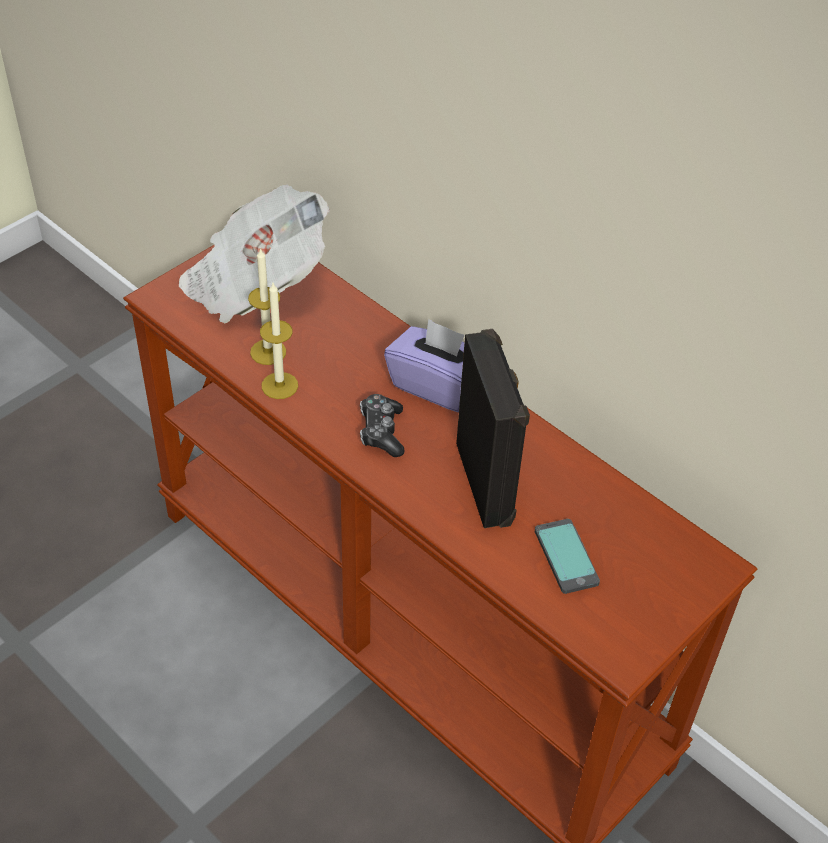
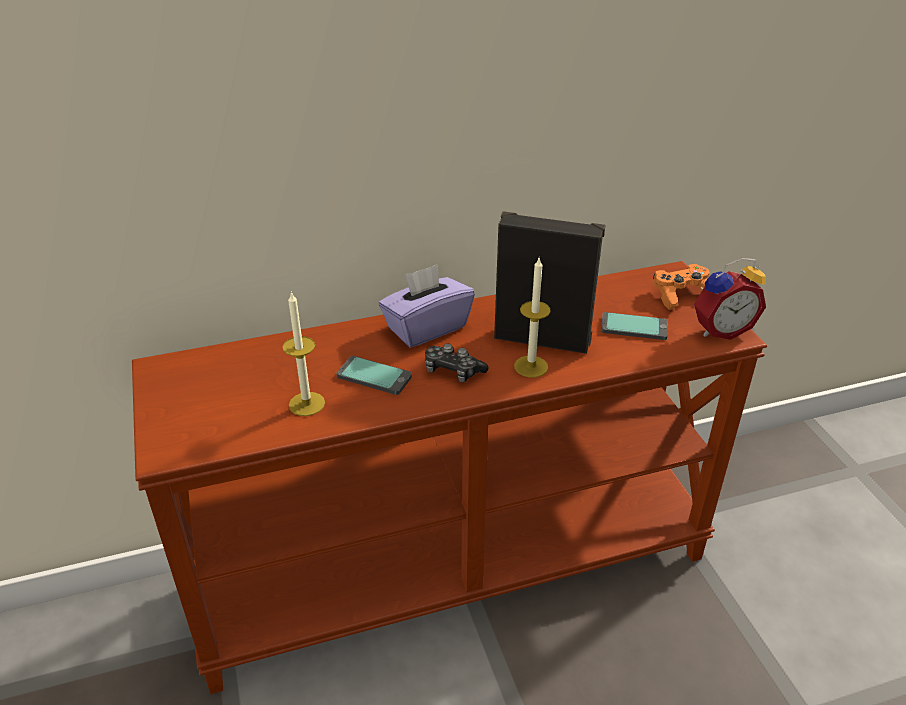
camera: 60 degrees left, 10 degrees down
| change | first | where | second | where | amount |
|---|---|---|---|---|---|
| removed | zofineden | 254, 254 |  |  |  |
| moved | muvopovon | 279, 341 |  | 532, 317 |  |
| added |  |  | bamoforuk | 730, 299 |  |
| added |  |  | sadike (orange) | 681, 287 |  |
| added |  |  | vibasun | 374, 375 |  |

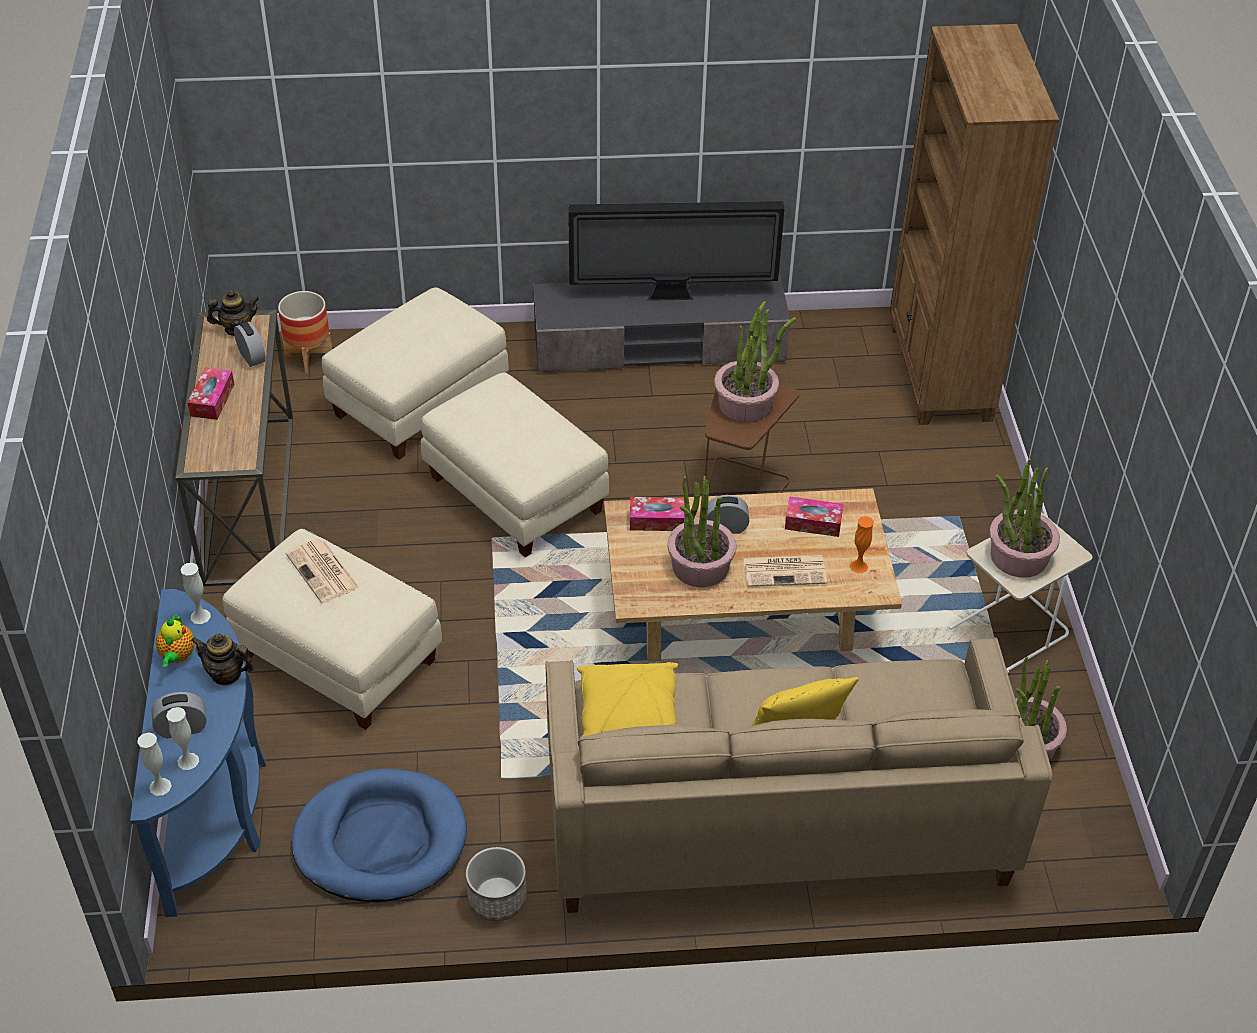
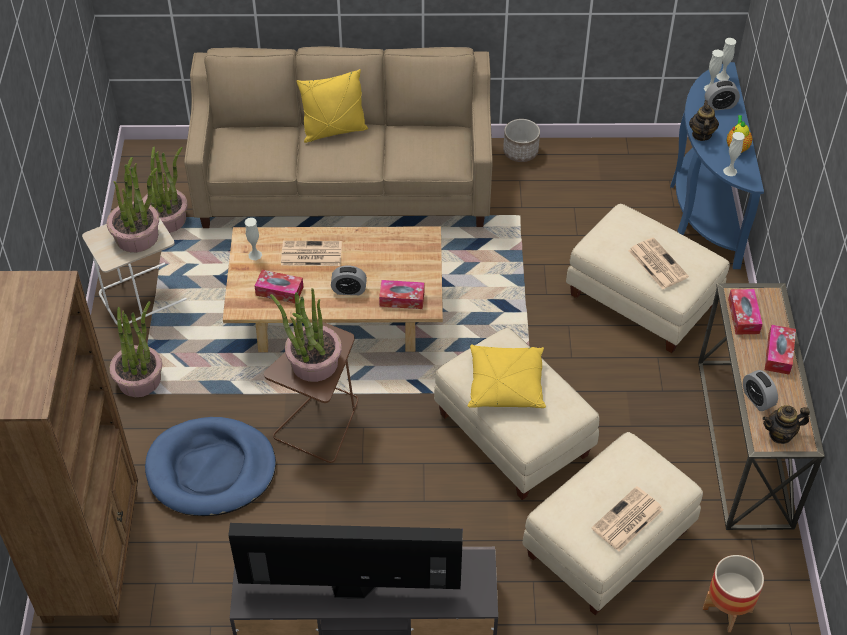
camera: 175 degrees left, 5 degrees up
| change | first | where | second | where | amount |
|---|---|---|---|---|---|
| moved | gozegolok | 701, 531 |  | 136, 349 |  |
| recoloured | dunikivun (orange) | 862, 544 | dunikivun (white) | 253, 239 |  |
| turned | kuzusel | 222, 660 |  | 704, 120 | 105 degrees counterclockwise |
| moved | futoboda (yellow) | 627, 699 |  | 507, 376 |  |
| moved | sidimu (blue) | 379, 835 |  | 210, 466 |  |
| added |  |  | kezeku | 745, 311 |  |
| added |  |  | zofineden | 627, 519 |  |

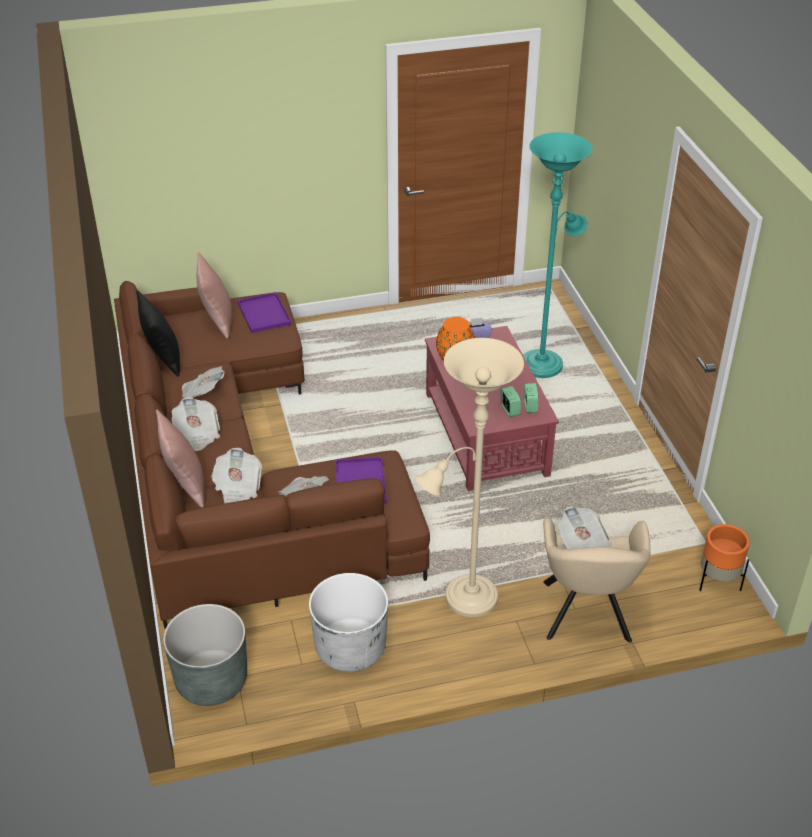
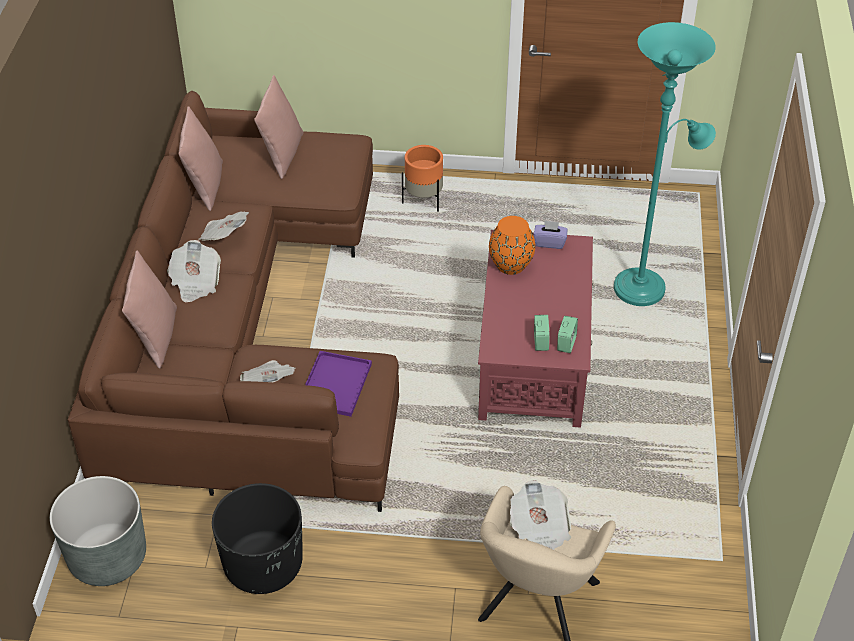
camera: 20 degrees right, 5 degrees up
| change | first | where | second | where | amount |
|---|---|---|---|---|---|
| recoloured | futoboda (black) | 158, 333 | futoboda (pink) | 201, 158 |  |
| removed | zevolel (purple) | 264, 312 |  |  |  |
| removed | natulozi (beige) | 469, 477 |  |  |  |
| removed | zofineden | 236, 475 |  |  |  |
| moved | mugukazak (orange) | 724, 557 |  | 422, 178 |  |
| recoloured | mugukazak (white) | 348, 622 | mugukazak (black) | 257, 538 |  |

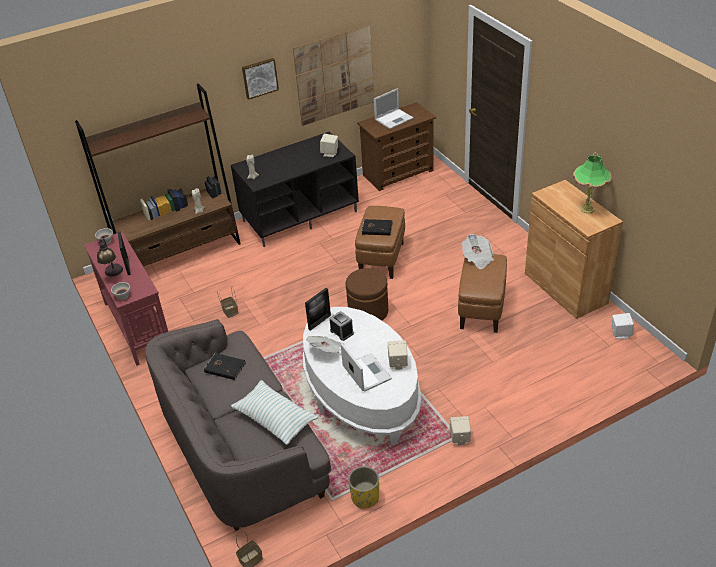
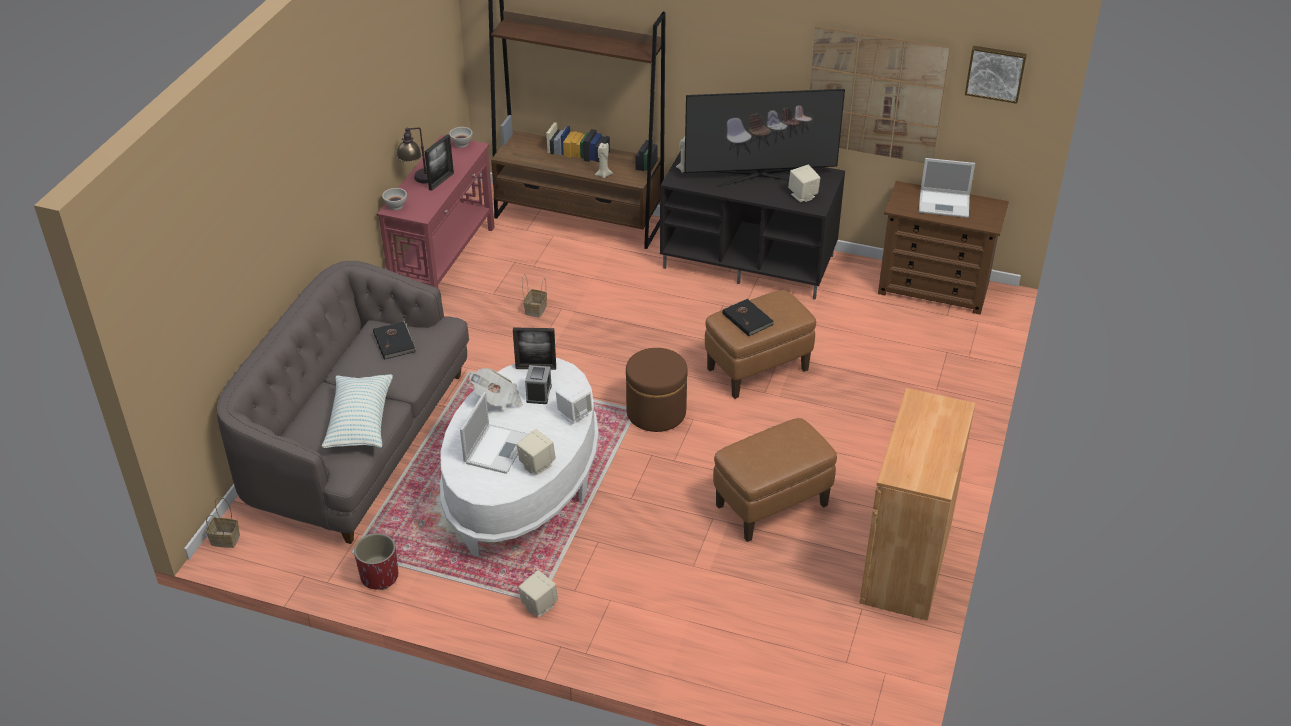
camera: 45 degrees right, 0 degrees up
| change | first | where | second | where | amount |
|---|---|---|---|---|---|
| moved | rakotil | 260, 79 |  | 996, 75 |  |
| removed | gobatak | 592, 183 |  |  |  |
| removed | zofineden | 478, 251 |  |  |  |
| moved | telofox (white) | 623, 326 |  | 574, 402 |  |
| recoloured | mugukazak (yellow) | 363, 487 | mugukazak (red) | 376, 561 |  |
| added |  |  | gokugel | 764, 138 |  |

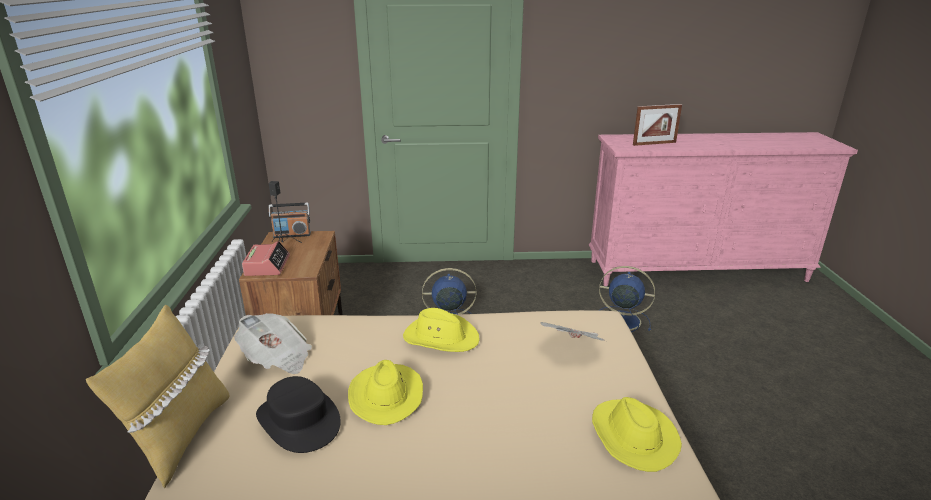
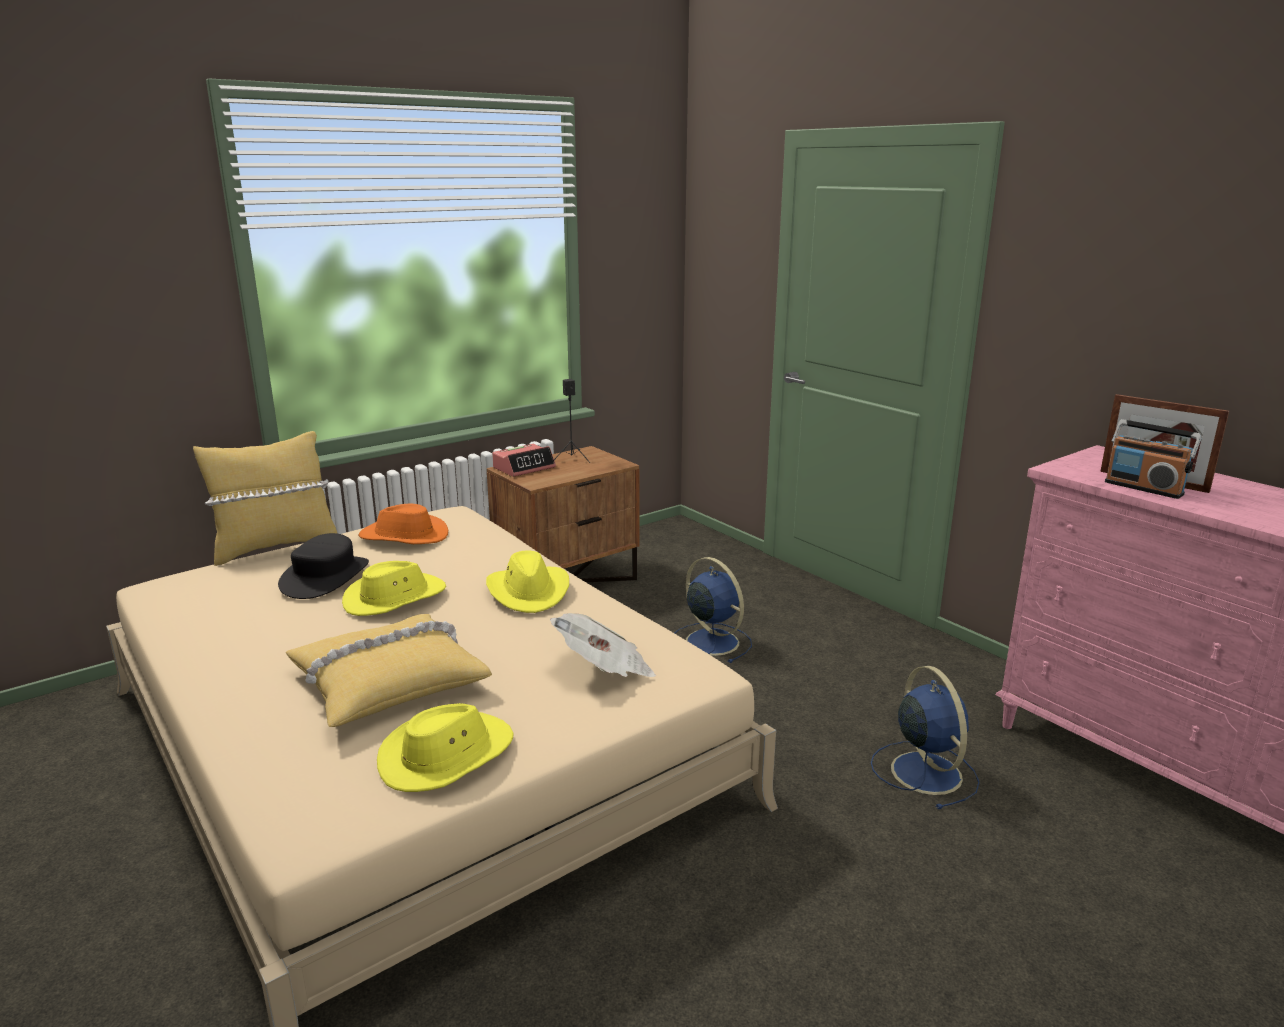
camera: 55 degrees right, 5 degrees down
| change | first | where | second | where | amount |
|---|---|---|---|---|---|
| moved | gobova | 290, 220 |  | 1153, 459 |  |
| replaced | zofineden | 273, 343 | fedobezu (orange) | 403, 524 |  |
| added |  |  | futoboda (yellow) | 389, 670 |  |

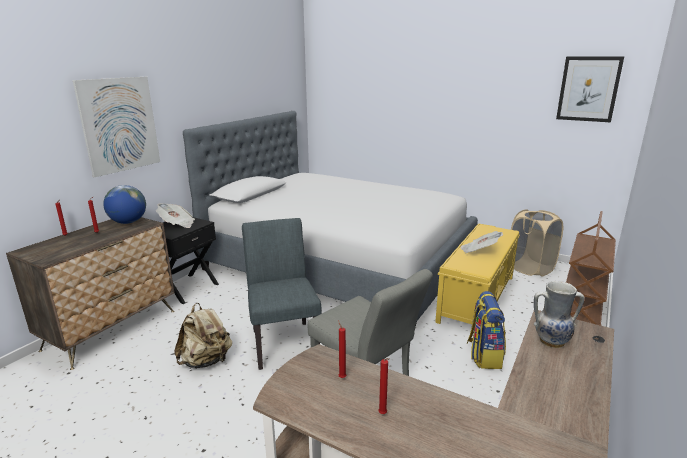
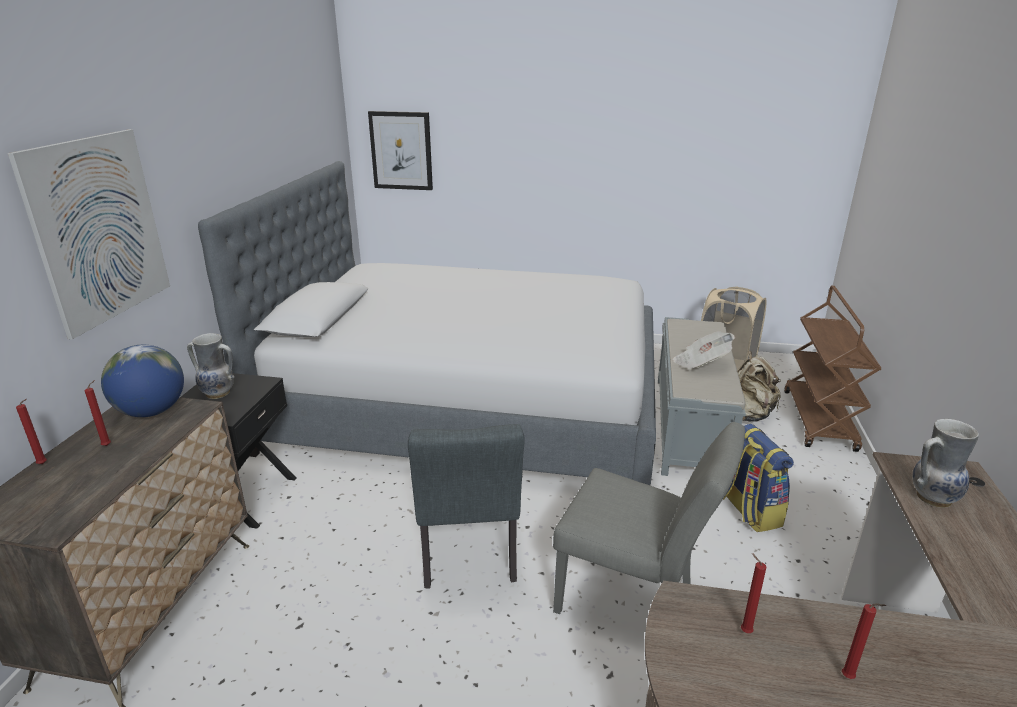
camera: 20 degrees left, 5 degrees up
| change | first | where | second | where | amount |
|---|---|---|---|---|---|
| moved | rakotil | 590, 89 |  | 400, 150 |  |
| replaced | zofineden | 175, 215 | dunikivun | 210, 366 |  |
| turned | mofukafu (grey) | 282, 294 |  | 466, 506 | 150 degrees counterclockwise |
| recoloured | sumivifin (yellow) | 477, 273 | sumivifin (grey) | 702, 396 |  |
| moved | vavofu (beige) | 203, 335 |  | 759, 386 |  |

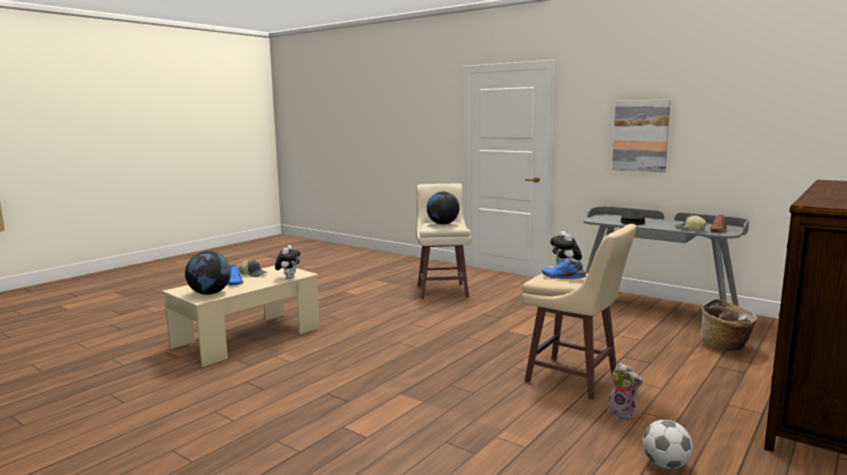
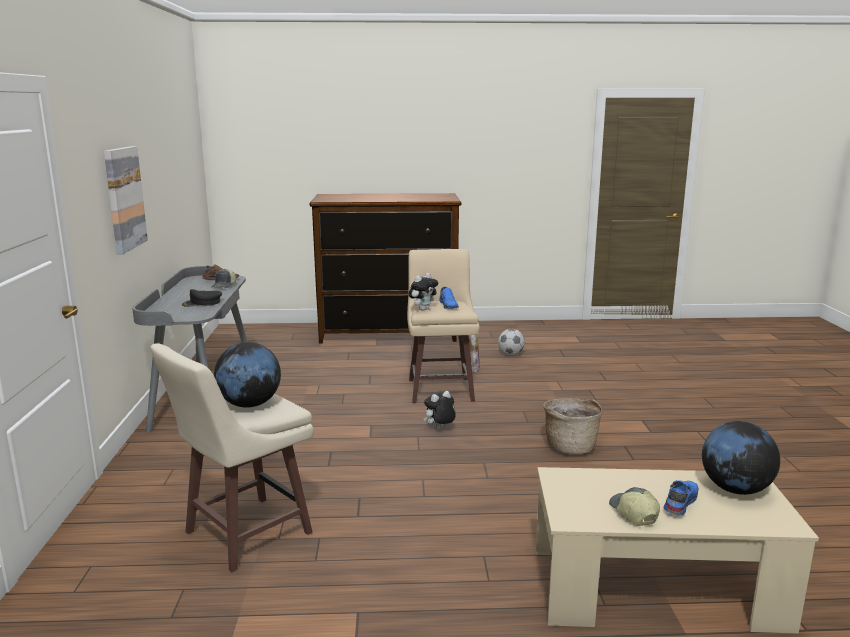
camera: 130 degrees left, 5 degrees up
| change | first | where | second | where | amount |
|---|---|---|---|---|---|
| moved | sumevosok | 287, 262 |  | 439, 410 |  |
| moved | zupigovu | 729, 325 |  | 573, 426 |  |

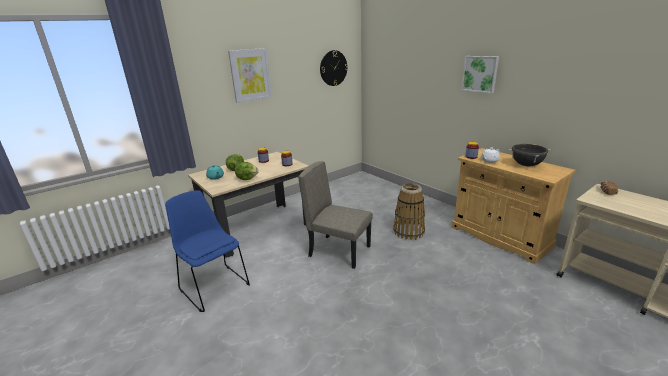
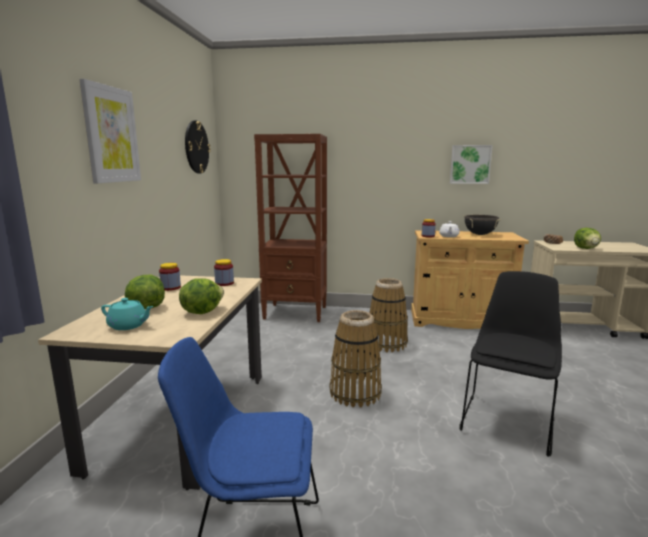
camera: 45 degrees left, 10 degrees down
| change | first | where | second | where | amount |
|---|---|---|---|---|---|
| moved | rakotil | 480, 74 |  | 471, 164 |  |
| replaced | mofukafu (beige) | 335, 215 | zupigovu | 355, 358 |  |
| added |  |  | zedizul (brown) | 290, 228 |  |
| added |  |  | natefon | 587, 238 |  |
| added |  |  | mofukafu (black) | 510, 364 |  |

